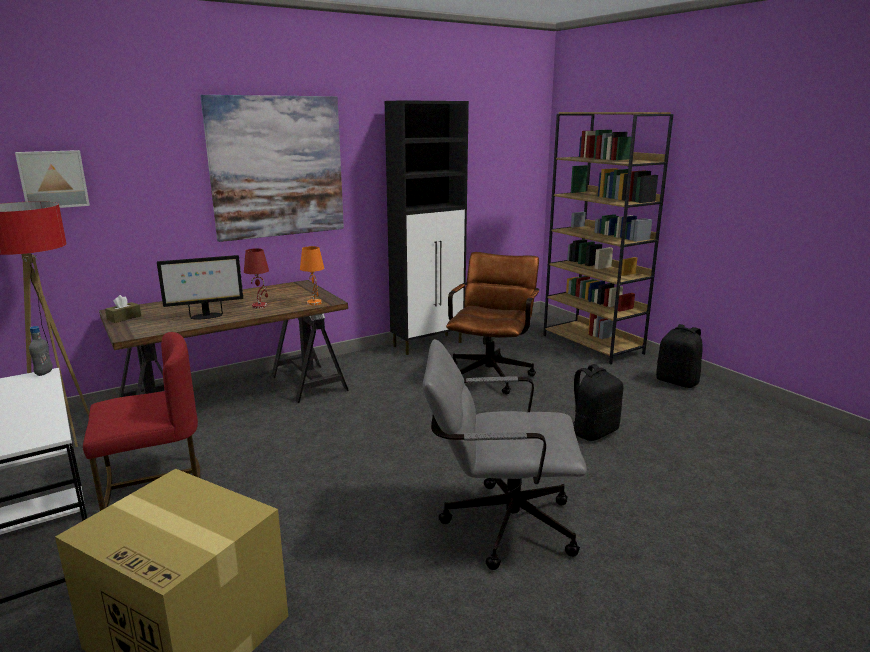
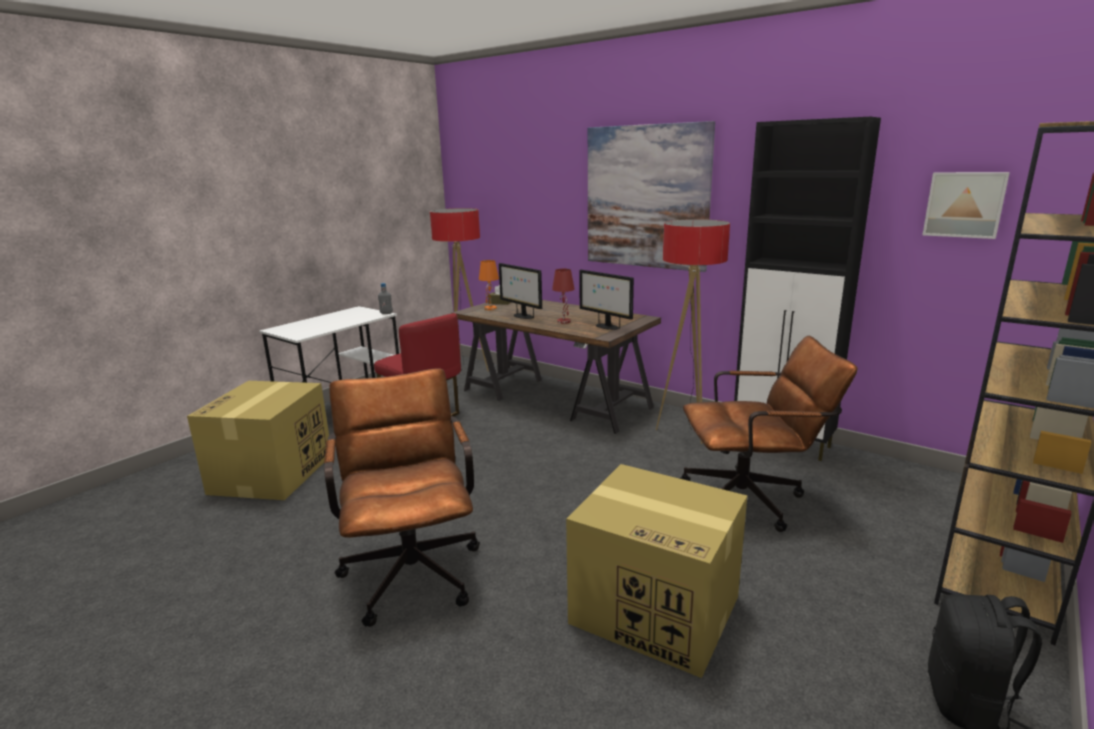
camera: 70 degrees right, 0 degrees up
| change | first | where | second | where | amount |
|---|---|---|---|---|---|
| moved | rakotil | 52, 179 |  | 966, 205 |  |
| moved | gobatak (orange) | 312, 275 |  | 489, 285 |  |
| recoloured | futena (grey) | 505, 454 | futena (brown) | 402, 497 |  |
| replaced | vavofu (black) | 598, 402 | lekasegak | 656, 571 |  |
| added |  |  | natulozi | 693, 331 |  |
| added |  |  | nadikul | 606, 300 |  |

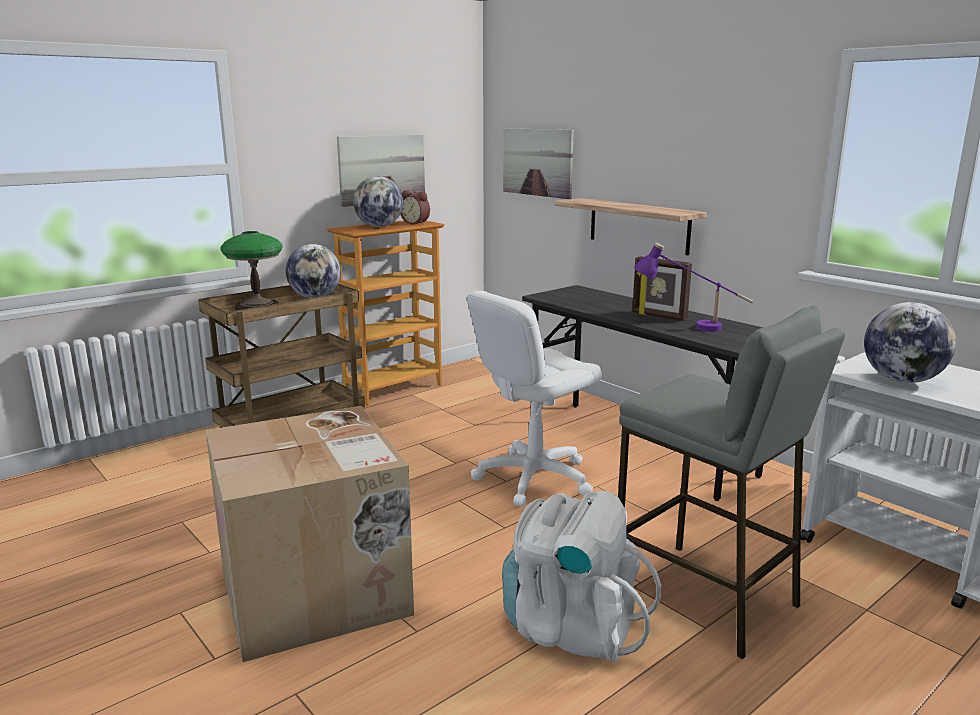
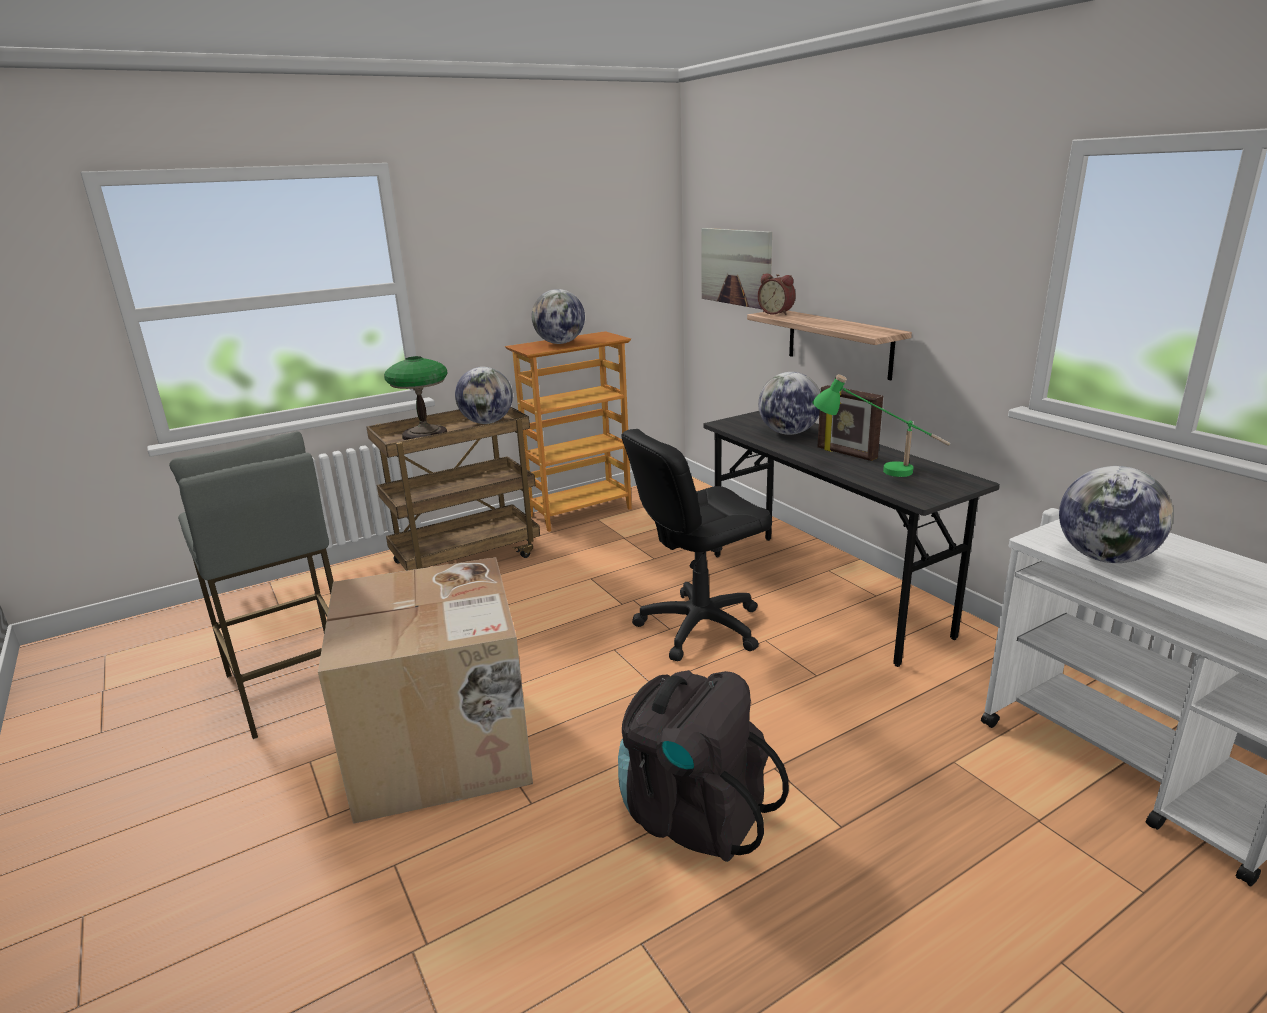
camera: 10 degrees right, 5 degrees up
| change | first | where | second | where | amount |
|---|---|---|---|---|---|
| removed | rakotil | 381, 170 |  |  |  |
| moved | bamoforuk | 415, 207 |  | 777, 294 |  |
| recoloured | gobatak (purple) | 693, 287 | gobatak (green) | 881, 425 |  |
| recoloured | futena (white) | 534, 399 | futena (black) | 696, 545 |  |
| moved | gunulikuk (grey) | 731, 482 |  | 251, 585 |  |
| recoloured | vavofu (white) | 581, 576 | vavofu (black) | 703, 766 |  |
| added |  |  | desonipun | 789, 403 |  |

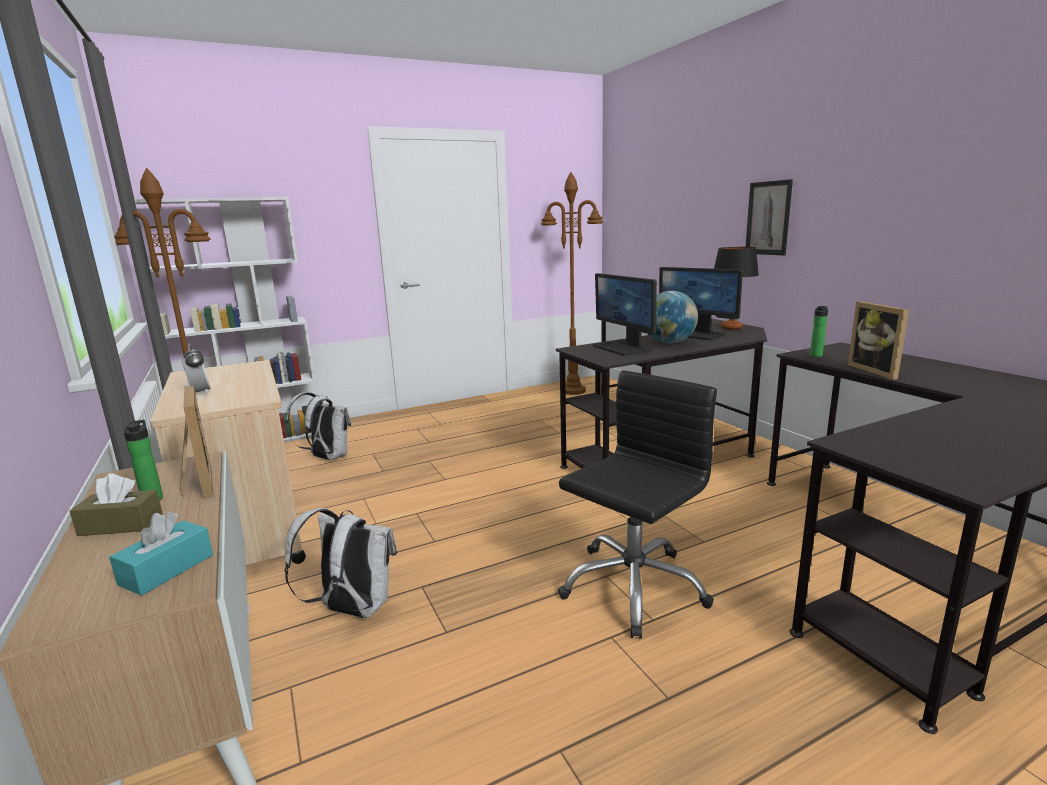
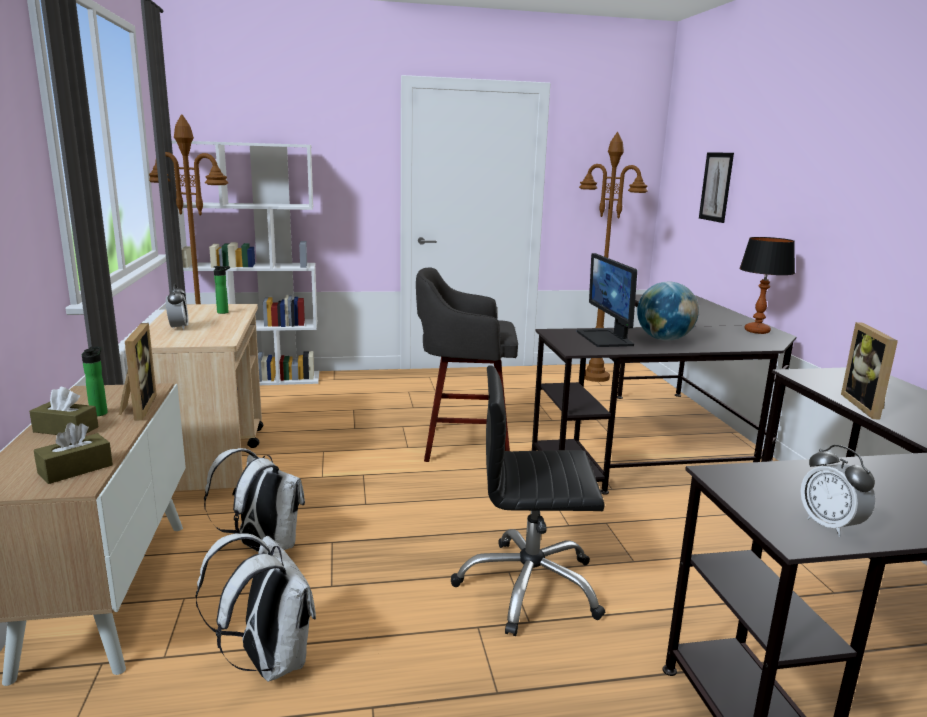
camera: 15 degrees right, 0 degrees up
| change | first | where | second | where | amount |
|---|---|---|---|---|---|
| moved | rakotil | 769, 217 |  | 716, 187 |  |
| removed | nadikul | 701, 303 |  |  |  |
| moved | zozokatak | 819, 331 |  | 222, 290 |  |
| turned | futena (black) | 637, 504 |  | 528, 501 | 150 degrees counterclockwise |
| moved | vavofu (white) | 318, 426 |  | 256, 607 |  |
| recoloured | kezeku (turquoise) | 161, 554 | kezeku (brown) | 73, 453 |  |
| added |  |  | gunulikuk (grey) | 467, 365 |  |
| added |  |  | bamoforuk | 838, 491 |  |

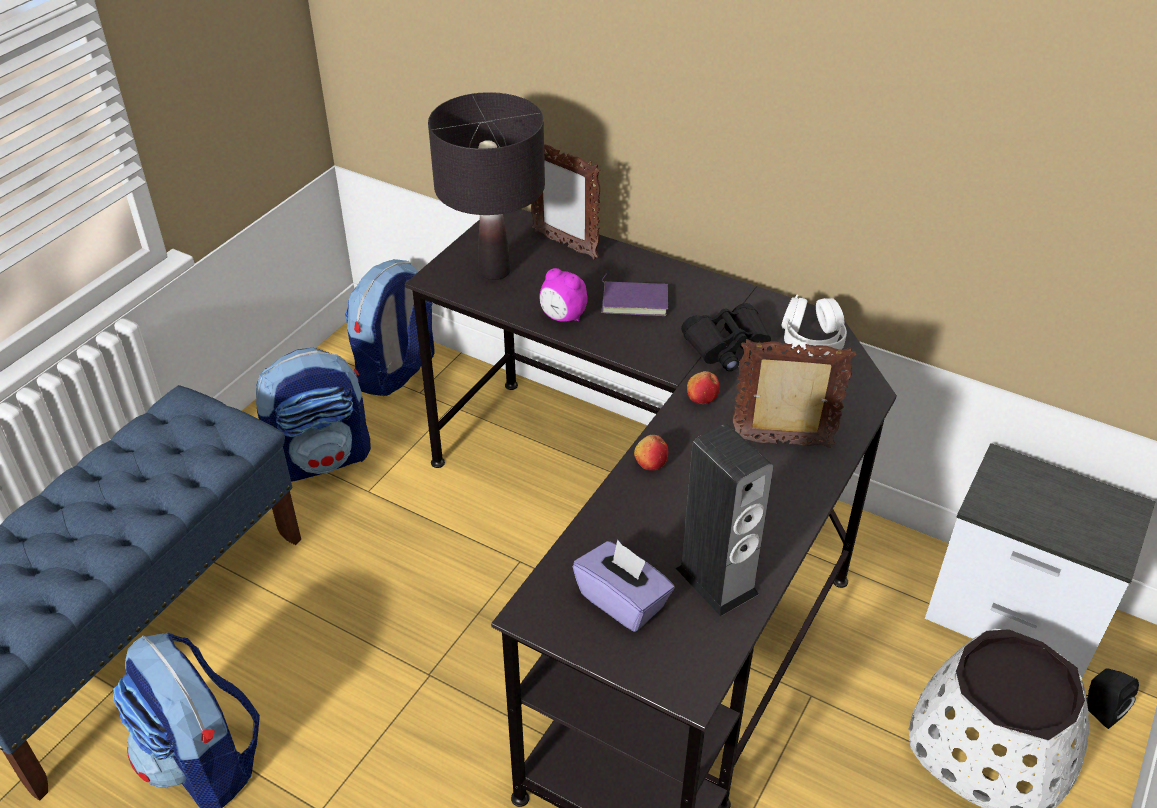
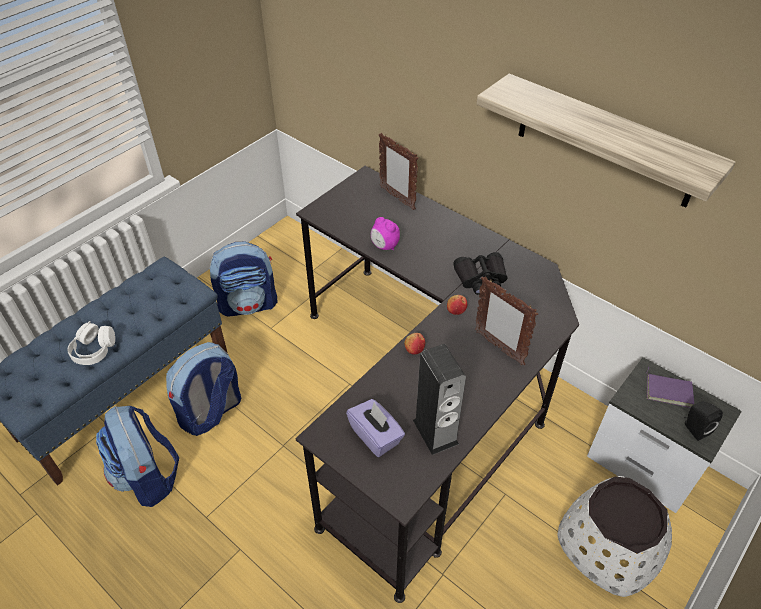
camera: 10 degrees right, 5 degrees up
| change | first | where | second | where | amount |
|---|---|---|---|---|---|
| removed | gobatak (black) | 486, 186 |  |  |  |
| moved | vavofu | 390, 327 |  | 203, 389 |  |
| moved | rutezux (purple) | 634, 294 |  | 670, 387 |  |
| moved | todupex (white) | 814, 325 |  | 91, 343 |  |
| turned | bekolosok | 794, 393 |  | 506, 320 | 150 degrees counterclockwise |
| moved | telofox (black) | 1112, 698 |  | 703, 421 |  |
| added |  |  | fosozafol | 606, 140 |  |

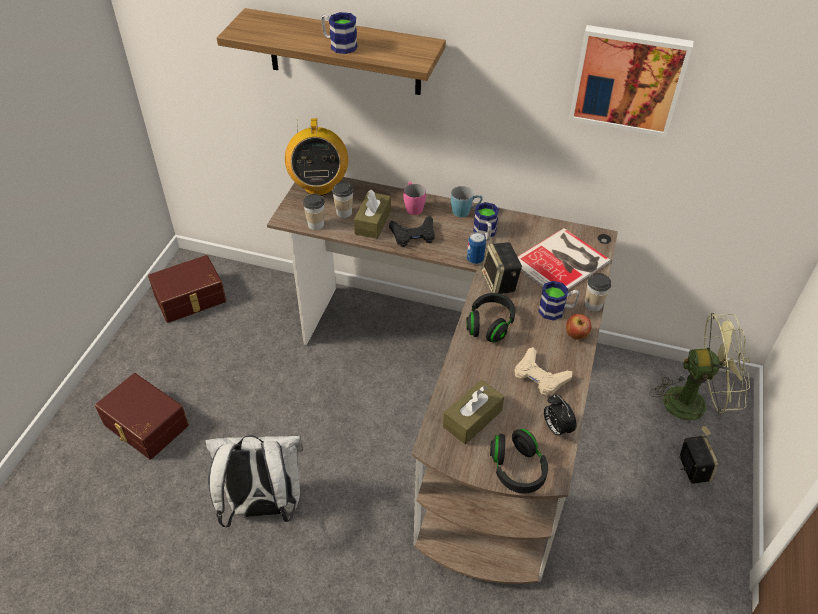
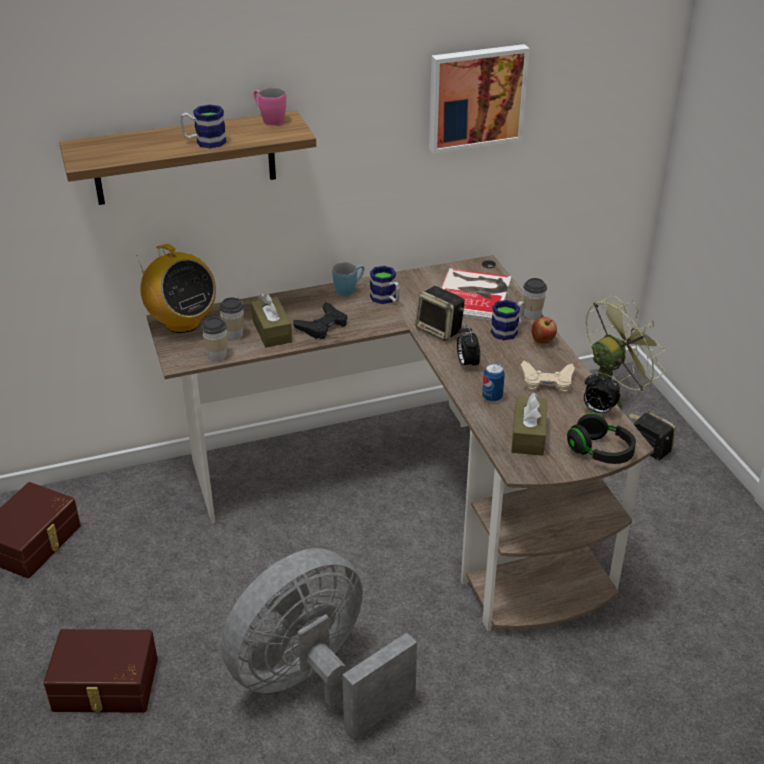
camera: 35 degrees left, 10 degrees down
| change | first | where | second | where | amount |
|---|---|---|---|---|---|
| moved | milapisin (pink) | 415, 198 |  | 270, 106 |  |
| moved | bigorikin | 476, 248 |  | 493, 382 |  |
| replaced | todupex (black) | 491, 318 | bamoforuk | 468, 347 |  |
| replaced | vavofu (white) | 254, 481 | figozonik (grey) | 319, 643 |  |

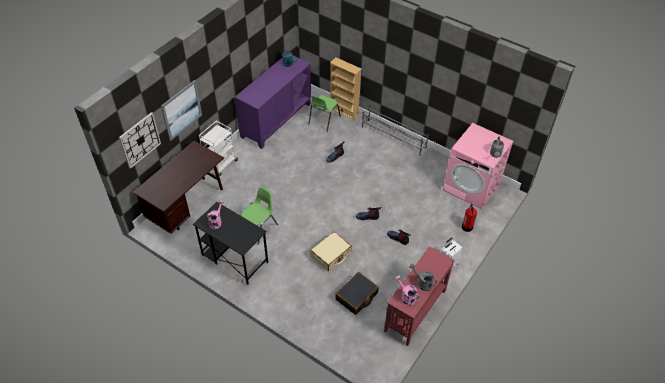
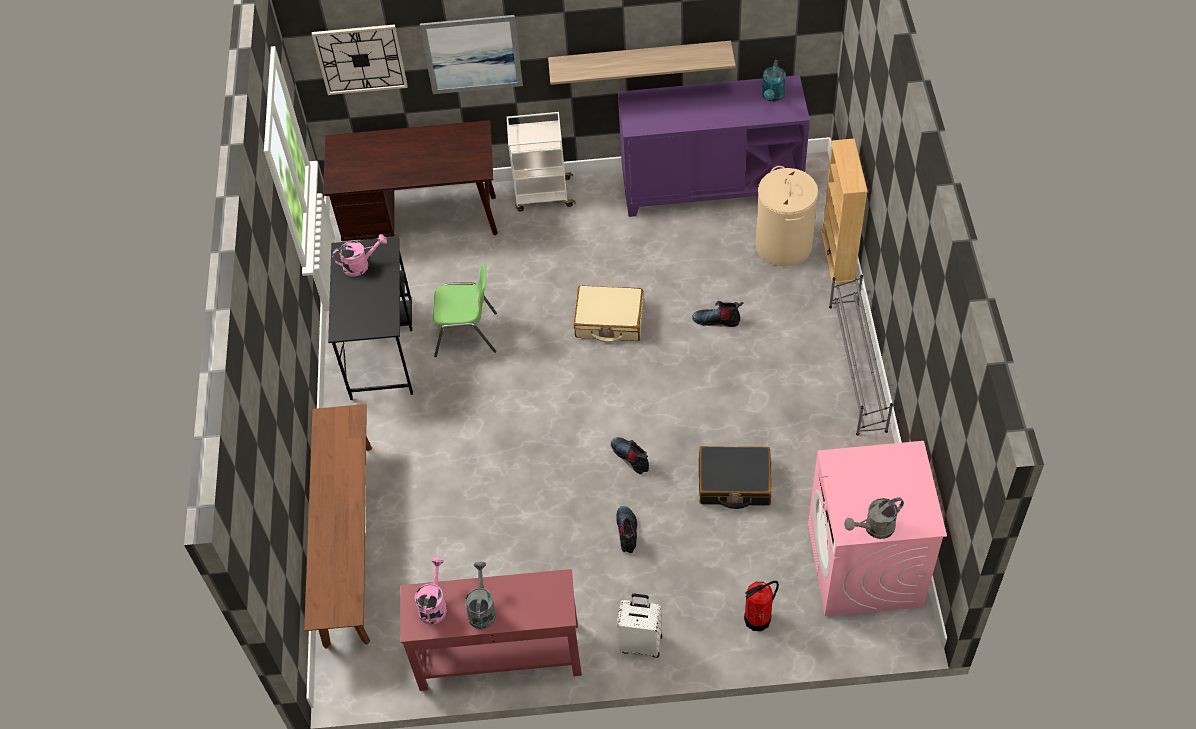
camera: 55 degrees right, 5 degrees up
| change | first | where | second | where | amount |
|---|---|---|---|---|---|
| replaced | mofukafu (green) | 324, 113 | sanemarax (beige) | 787, 216 |  |
| moved | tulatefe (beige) | 331, 251 |  | 608, 314 |  |
| moved | tulatefe (black) | 357, 293 |  | 735, 477 |  |
| added |  |  | fosozafol | 642, 63 |  |
| added |  |  | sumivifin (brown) | 338, 526 |  |

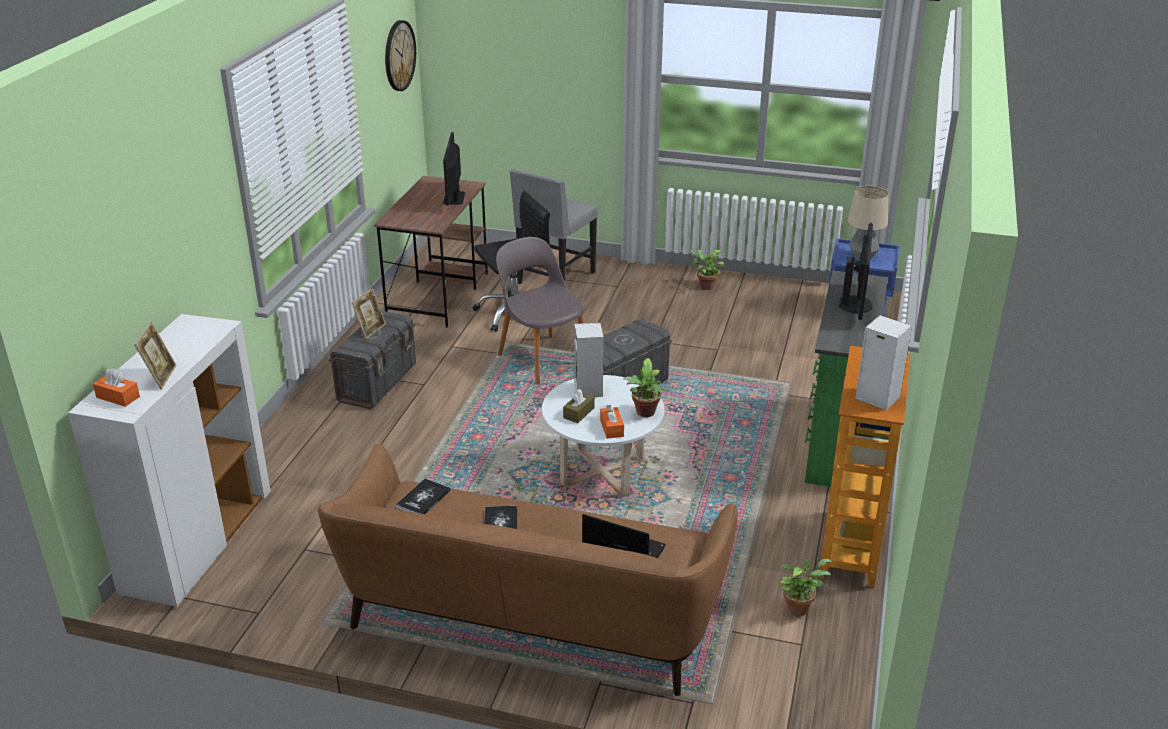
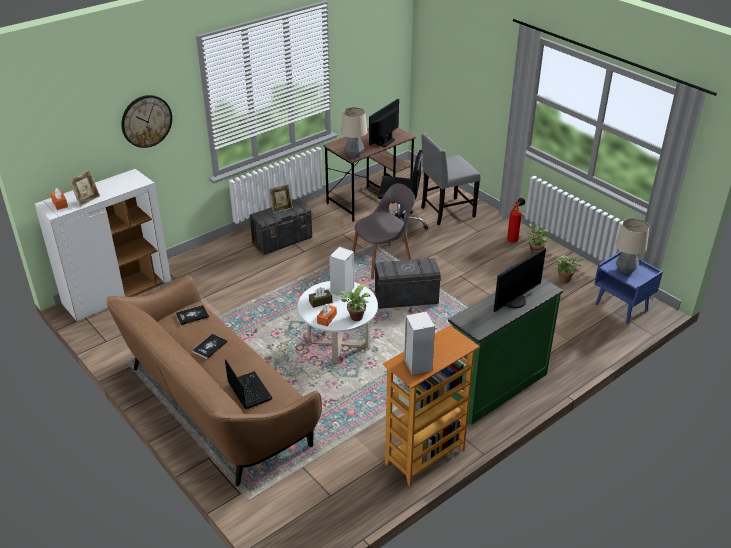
camera: 35 degrees right, 5 degrees up
| change | first | where | second | where | amount |
|---|---|---|---|---|---|
| moved | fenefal | 400, 55 |  | 146, 121 |  |
| turned | mofukafu (grey) | 539, 311 |  | 383, 231 | 60 degrees clockwise |
| moved | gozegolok | 806, 587 |  | 570, 269 |  |
| added |  |  | gobatak | 354, 132 |  |
| added |  |  | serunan | 516, 220 |  |

